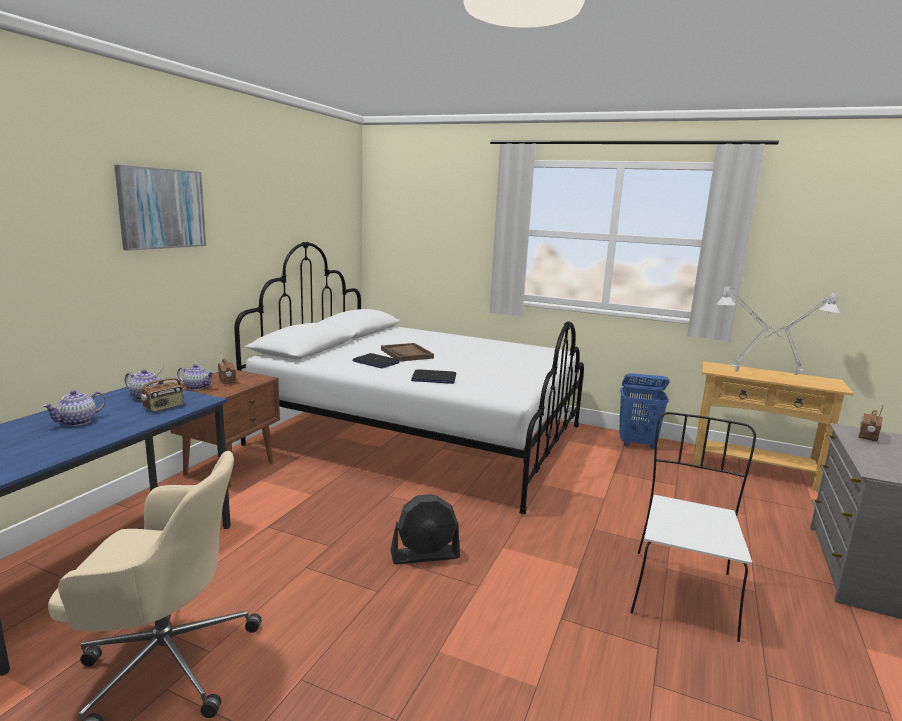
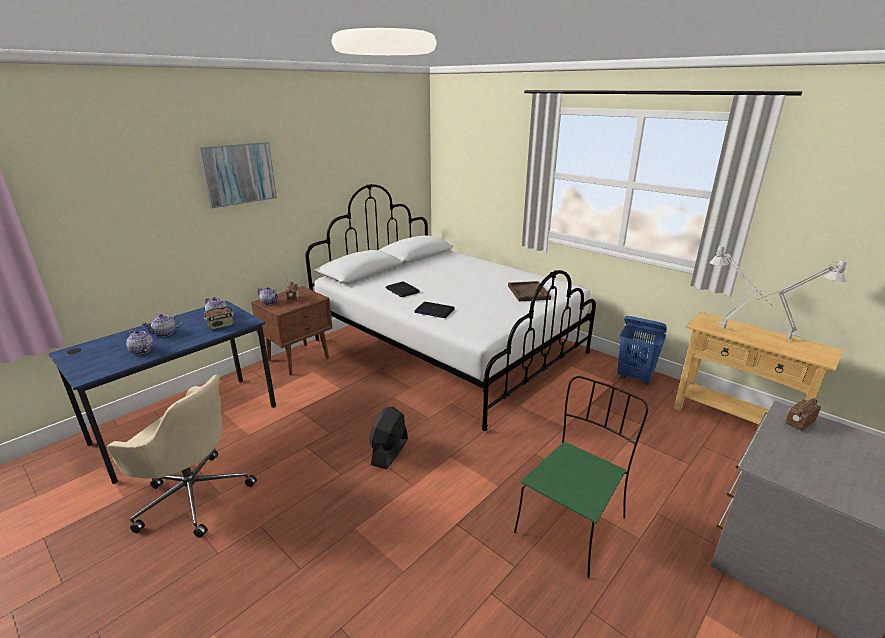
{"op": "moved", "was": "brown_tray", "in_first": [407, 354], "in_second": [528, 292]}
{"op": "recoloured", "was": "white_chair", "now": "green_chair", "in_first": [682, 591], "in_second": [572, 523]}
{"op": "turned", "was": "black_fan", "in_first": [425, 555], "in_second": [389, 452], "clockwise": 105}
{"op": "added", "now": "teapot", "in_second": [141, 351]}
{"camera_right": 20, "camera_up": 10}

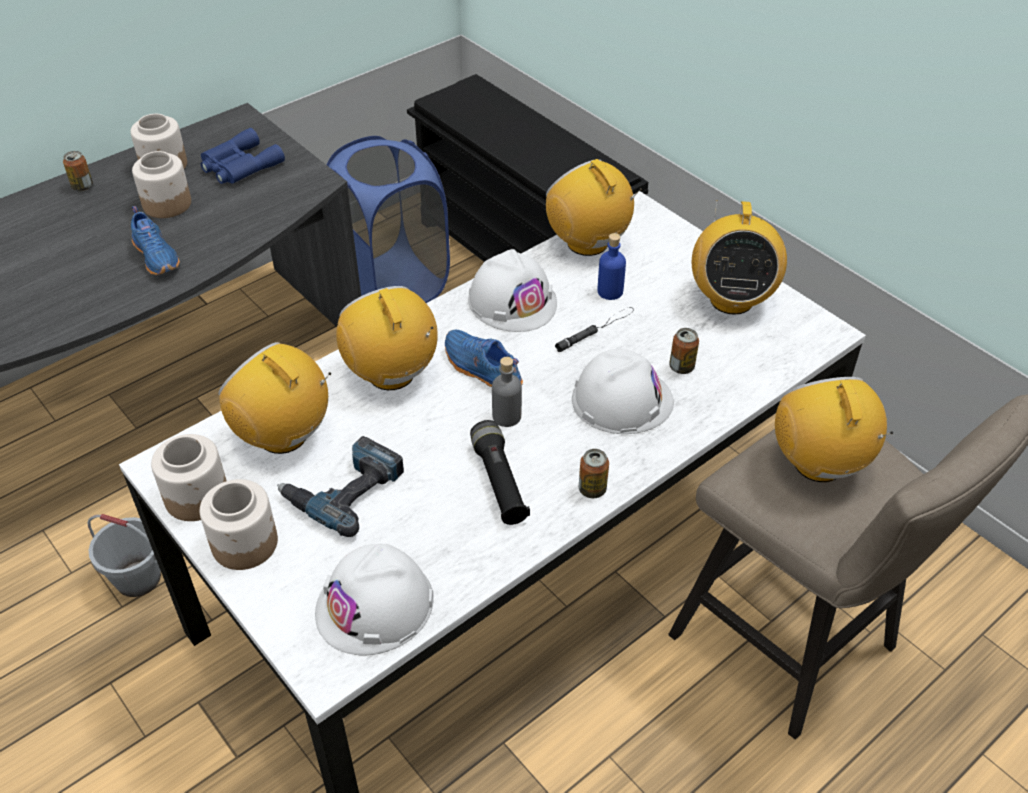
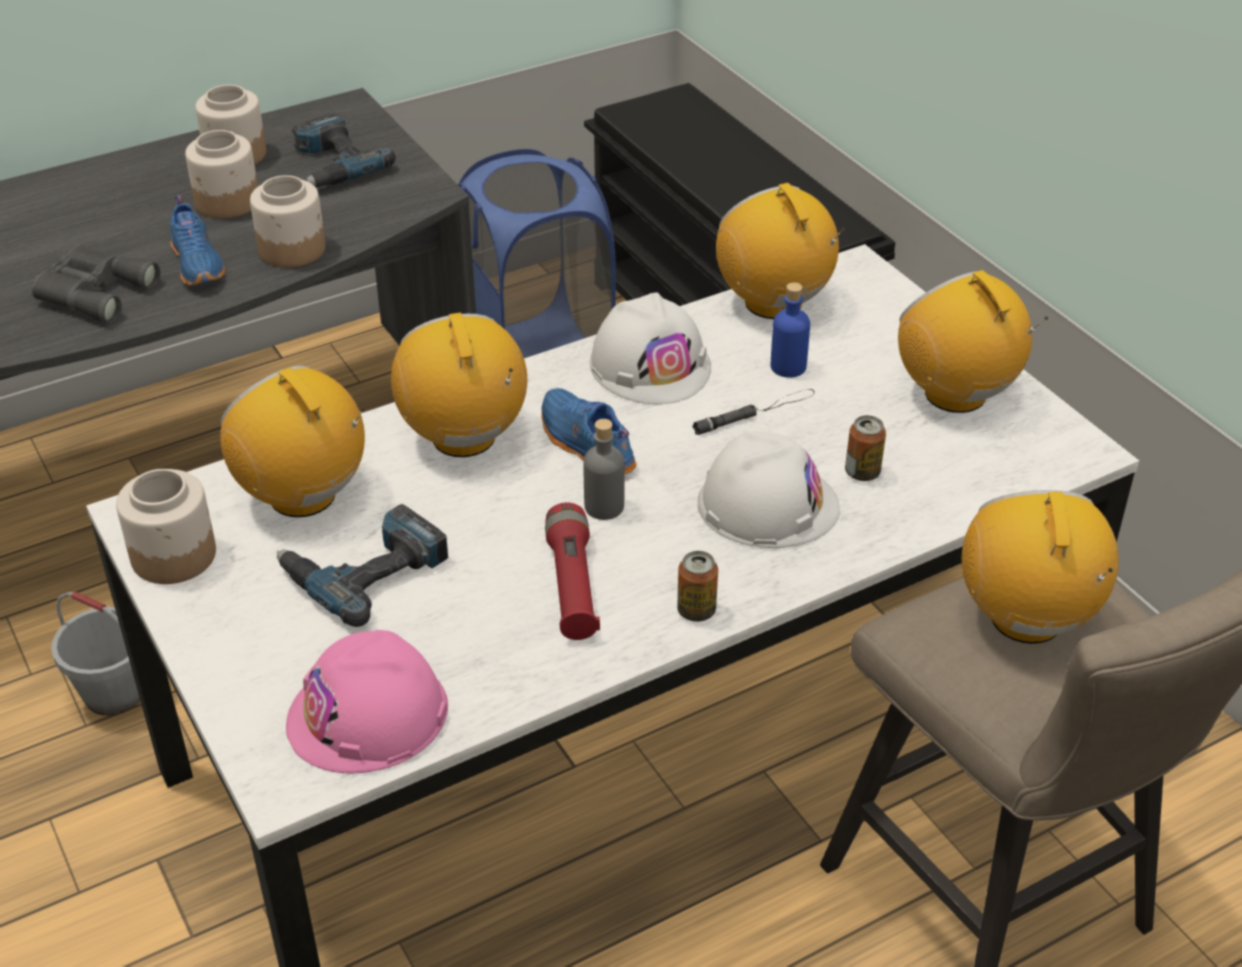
{"op": "replaced", "was": "blue_binoculars", "now": "power_drill", "in_first": [239, 166], "in_second": [332, 164]}
{"op": "removed", "was": "can", "in_first": [82, 187]}
{"op": "turned", "was": "radio", "in_first": [731, 299], "in_second": [956, 394], "clockwise": 135}
{"op": "recoloured", "was": "black_flashlight", "now": "red_flashlight", "in_first": [499, 482], "in_second": [572, 586]}
{"op": "moved", "was": "jar", "in_first": [245, 543], "in_second": [293, 249]}
{"op": "recoloured", "was": "white_hard_hat", "now": "pink_hard_hat", "in_first": [375, 606], "in_second": [368, 715]}
{"op": "added", "now": "grey_binoculars", "in_second": [92, 291]}
{"camera_right": 10, "camera_up": -5}

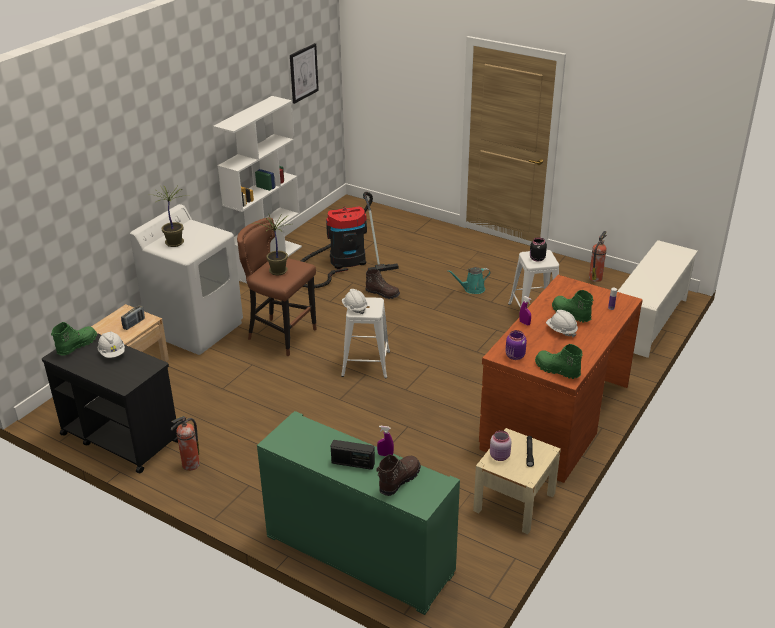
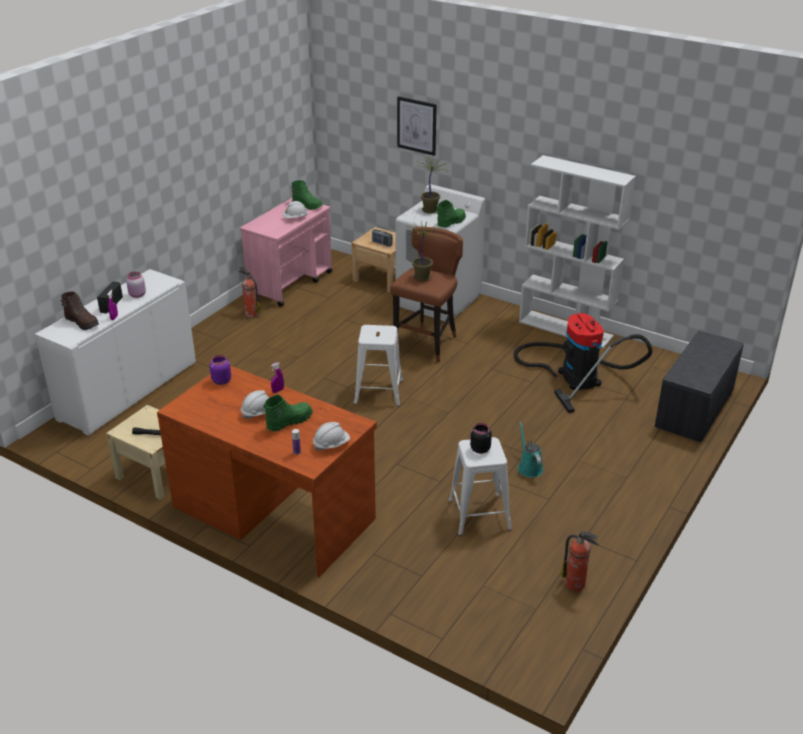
{"op": "moved", "was": "picture", "in_first": [303, 73], "in_second": [417, 125]}
{"op": "removed", "was": "white_shoe_rack", "in_first": [648, 322]}
{"op": "removed", "was": "brown_boot", "in_first": [383, 293]}
{"op": "moved", "was": "white_hard_hat", "in_first": [354, 308], "in_second": [331, 444]}
{"op": "recoloured", "was": "black_cart", "now": "pink_cart", "in_first": [120, 437], "in_second": [290, 283]}
{"op": "moved", "was": "green_boot", "in_first": [556, 370], "in_second": [450, 223]}
{"op": "recoloured", "was": "green_cabinet", "now": "white_cabinet", "in_first": [359, 554], "in_second": [128, 390]}
{"op": "moved", "was": "pink_jar", "in_first": [500, 456], "in_second": [137, 295]}
{"op": "added", "now": "grey_bench", "in_second": [695, 409]}
{"camera_right": 90, "camera_up": 0}

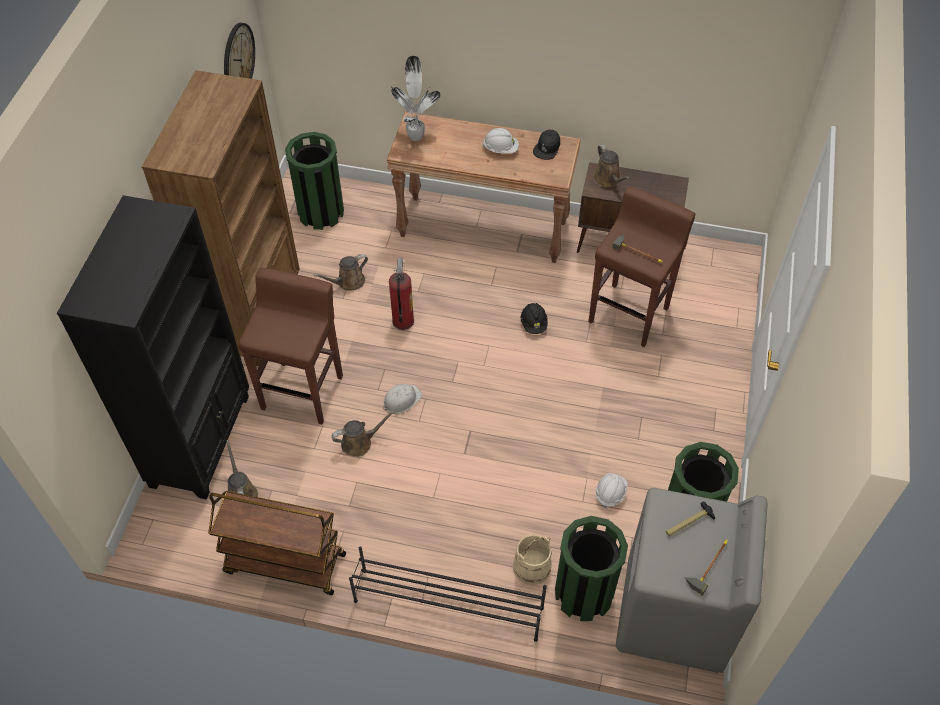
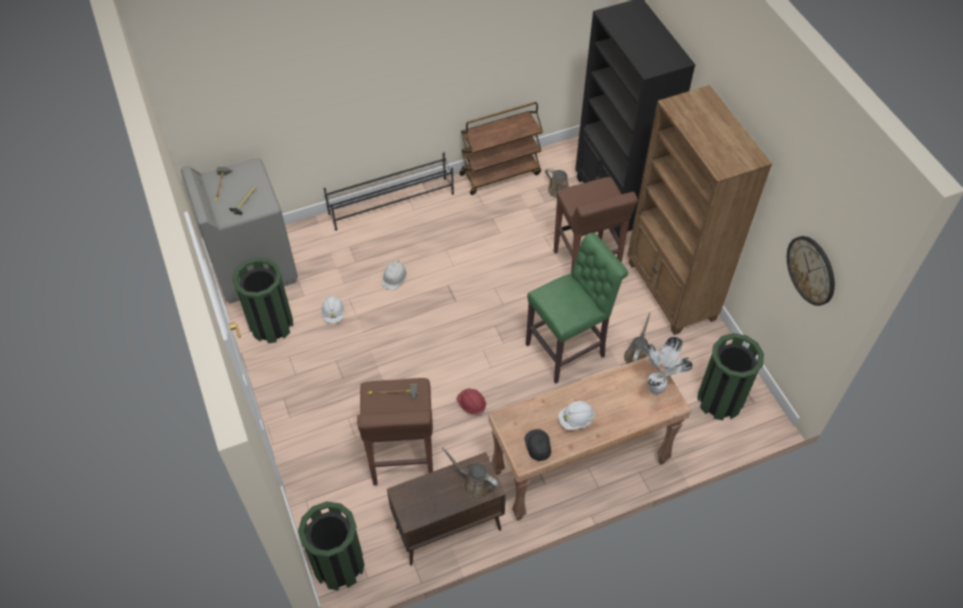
{"op": "replaced", "was": "fire_extinguisher", "now": "green_stool", "in_first": [403, 321], "in_second": [569, 349]}
{"op": "recoloured", "was": "black_hard_hat", "now": "red_hard_hat", "in_first": [534, 324], "in_second": [471, 405]}
{"op": "moved", "was": "white_hard_hat", "in_first": [401, 399], "in_second": [394, 277]}
{"op": "removed", "was": "brown_watering_can", "in_first": [359, 442]}
{"op": "moved", "was": "green_trash_can", "in_first": [584, 593], "in_second": [339, 565]}
{"op": "removed", "was": "beige_bucket", "in_first": [532, 567]}
{"camera_right": 145, "camera_up": 0}

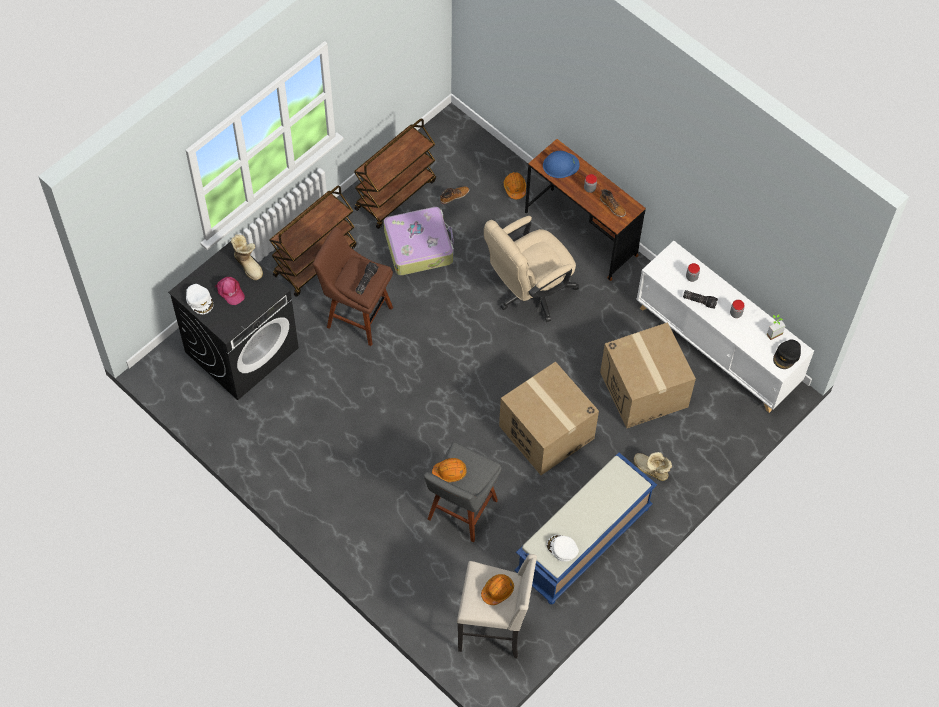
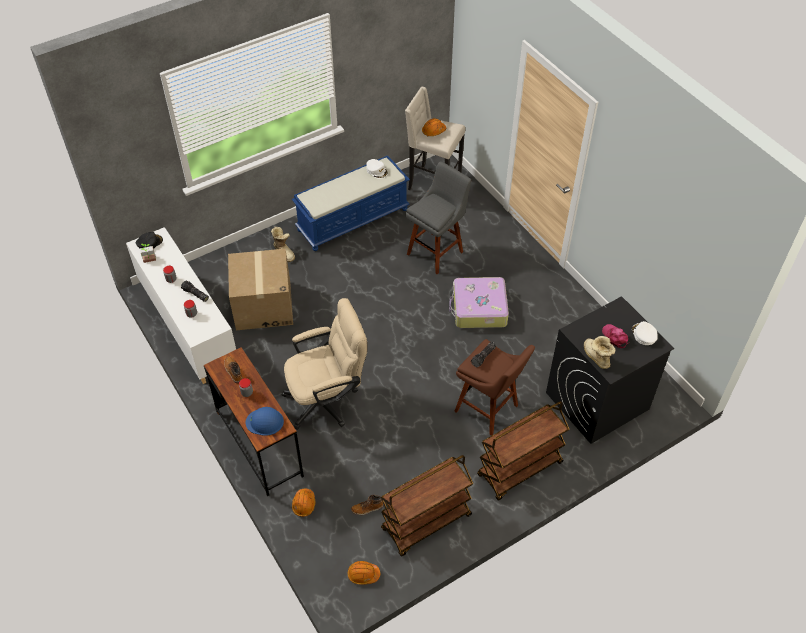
{"op": "moved", "was": "suitcase", "in_first": [419, 246], "in_second": [478, 309]}
{"op": "removed", "was": "cardboard_box", "in_first": [546, 432]}
{"op": "moved", "was": "orange_hard_hat", "in_first": [449, 472], "in_second": [363, 574]}
{"camera_right": -165, "camera_up": -10}

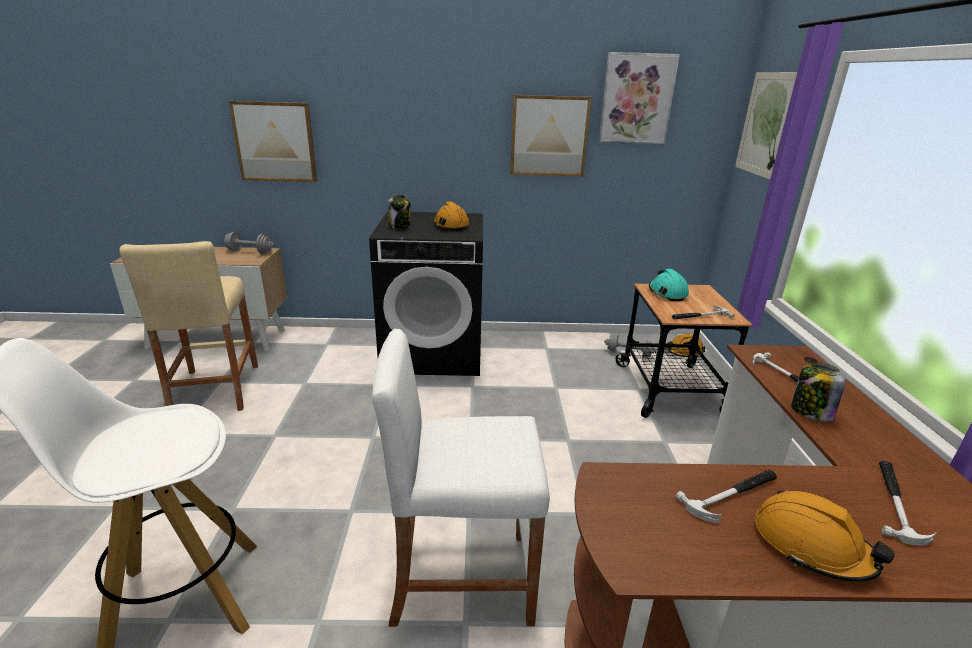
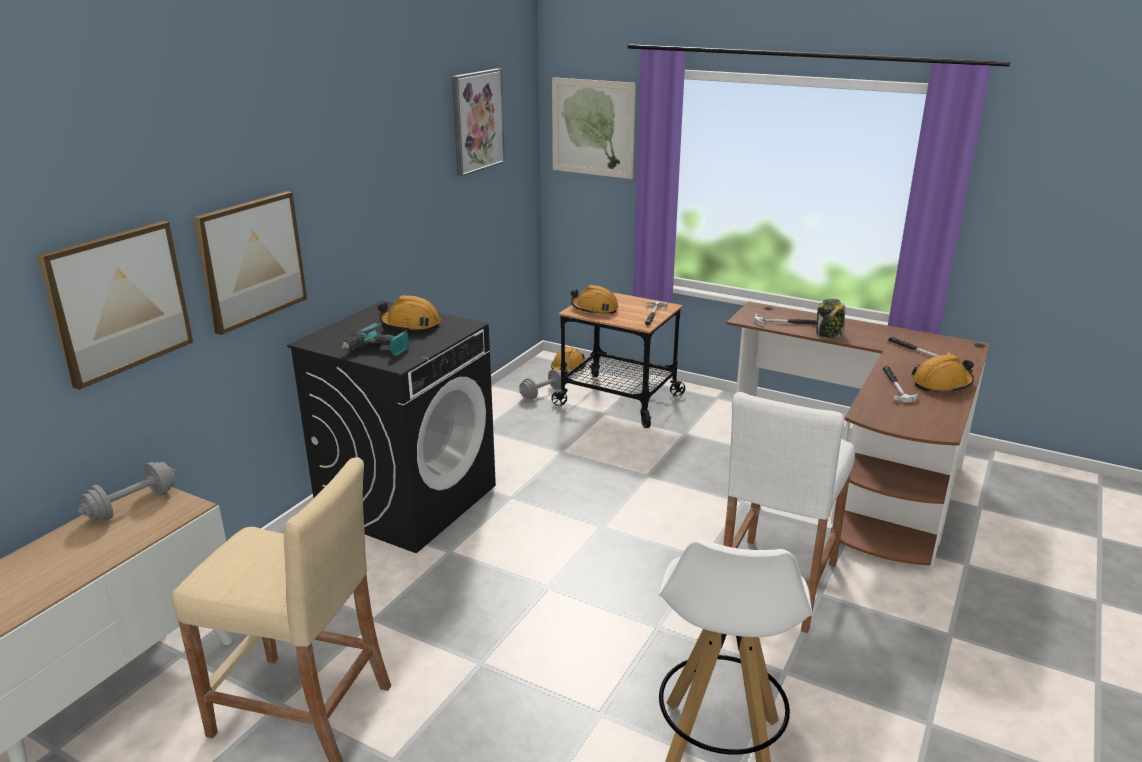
{"op": "moved", "was": "picture", "in_first": [549, 136], "in_second": [251, 260]}
{"op": "replaced", "was": "jar", "now": "power_drill", "in_first": [400, 226], "in_second": [377, 350]}
{"op": "recoloured", "was": "turquoise_hard_hat", "now": "orange_hard_hat", "in_first": [667, 292], "in_second": [594, 309]}
{"camera_right": -60, "camera_up": 0}

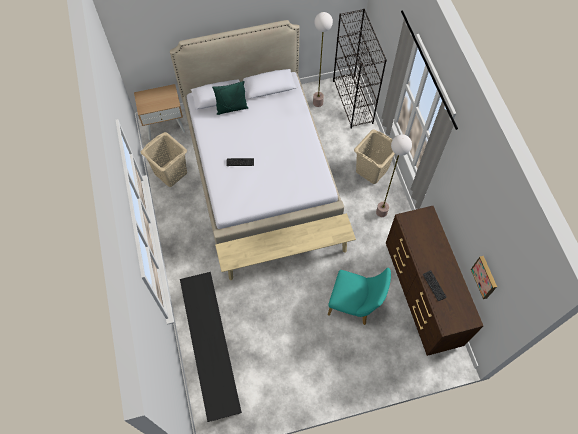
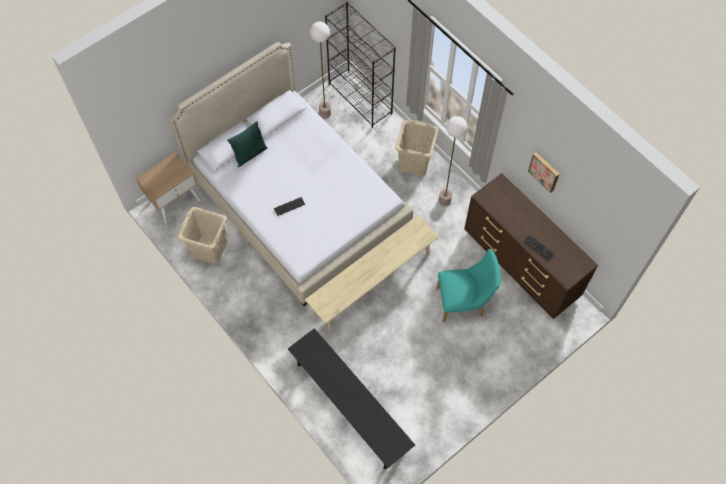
{"op": "moved", "was": "picture", "in_first": [485, 277], "in_second": [544, 171]}
{"camera_right": -25, "camera_up": 0}

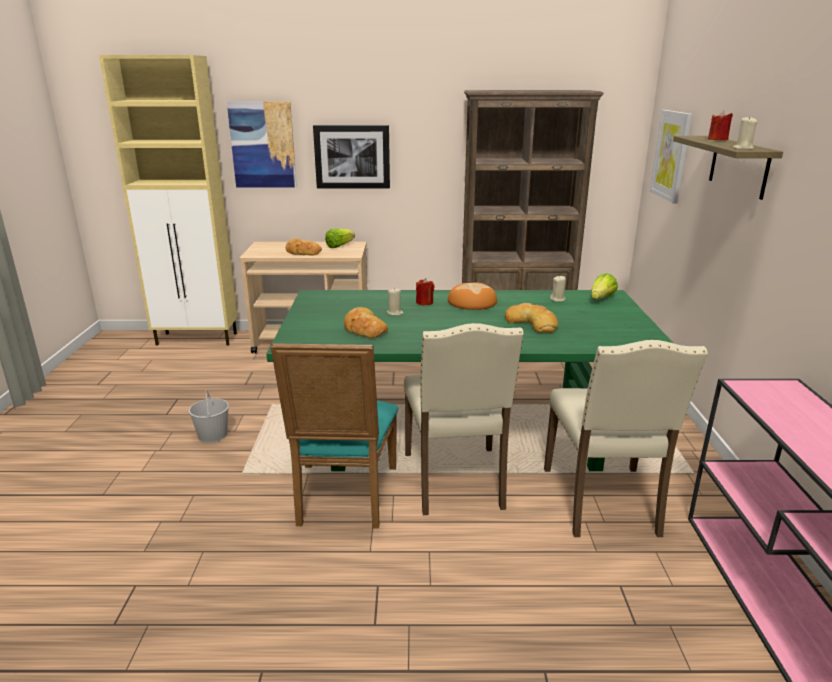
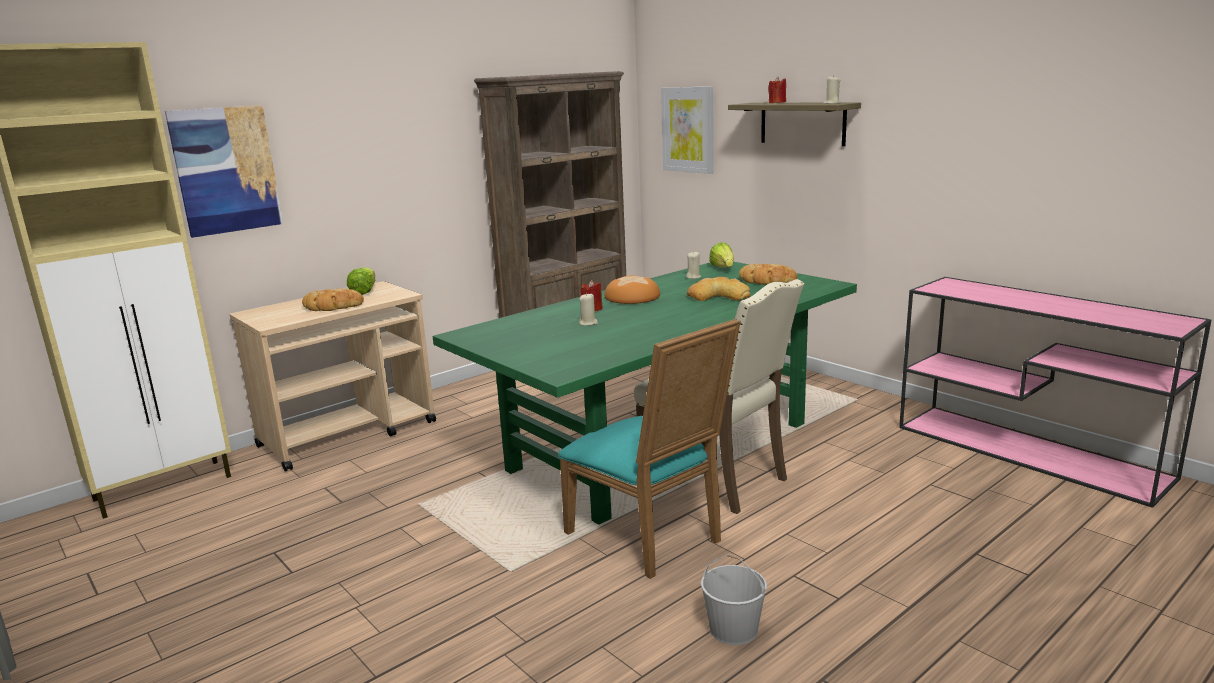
{"op": "removed", "was": "picture", "in_first": [352, 157]}
{"op": "moved", "was": "bread", "in_first": [364, 328], "in_second": [766, 281]}
{"op": "removed", "was": "beige_chair", "in_first": [603, 502]}
{"op": "moved", "was": "white_bucket", "in_first": [212, 434], "in_second": [732, 629]}
{"camera_right": -40, "camera_up": -5}

